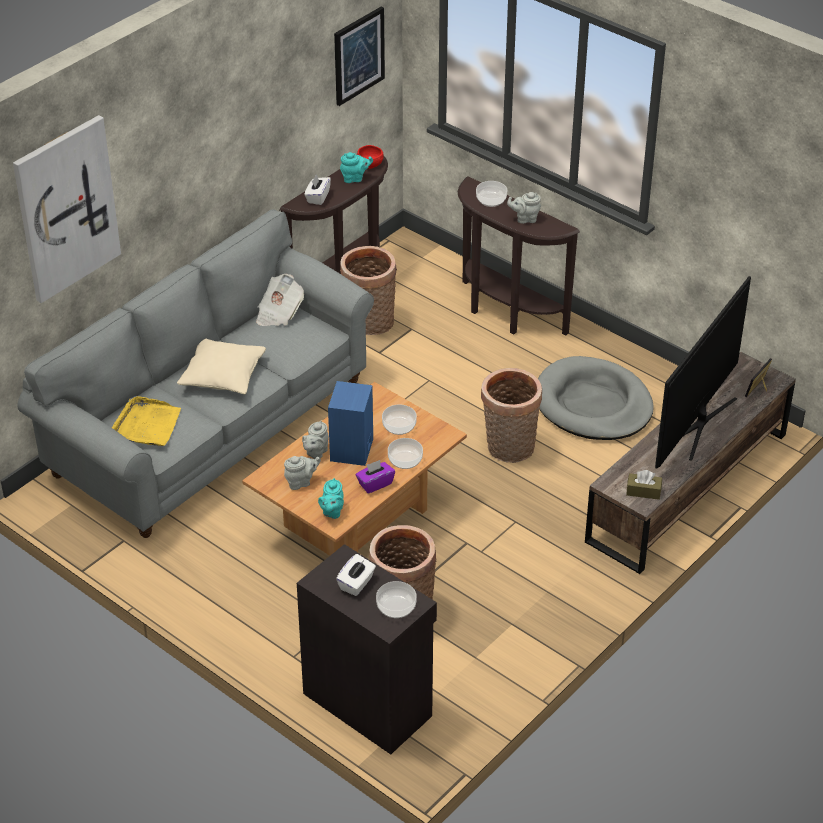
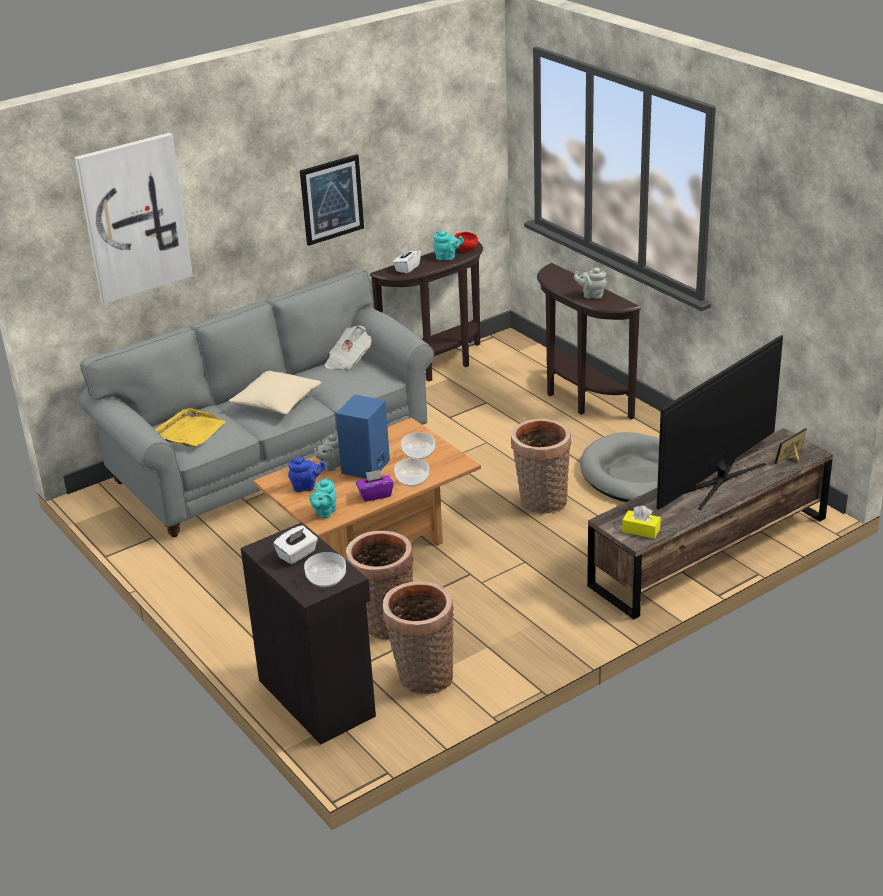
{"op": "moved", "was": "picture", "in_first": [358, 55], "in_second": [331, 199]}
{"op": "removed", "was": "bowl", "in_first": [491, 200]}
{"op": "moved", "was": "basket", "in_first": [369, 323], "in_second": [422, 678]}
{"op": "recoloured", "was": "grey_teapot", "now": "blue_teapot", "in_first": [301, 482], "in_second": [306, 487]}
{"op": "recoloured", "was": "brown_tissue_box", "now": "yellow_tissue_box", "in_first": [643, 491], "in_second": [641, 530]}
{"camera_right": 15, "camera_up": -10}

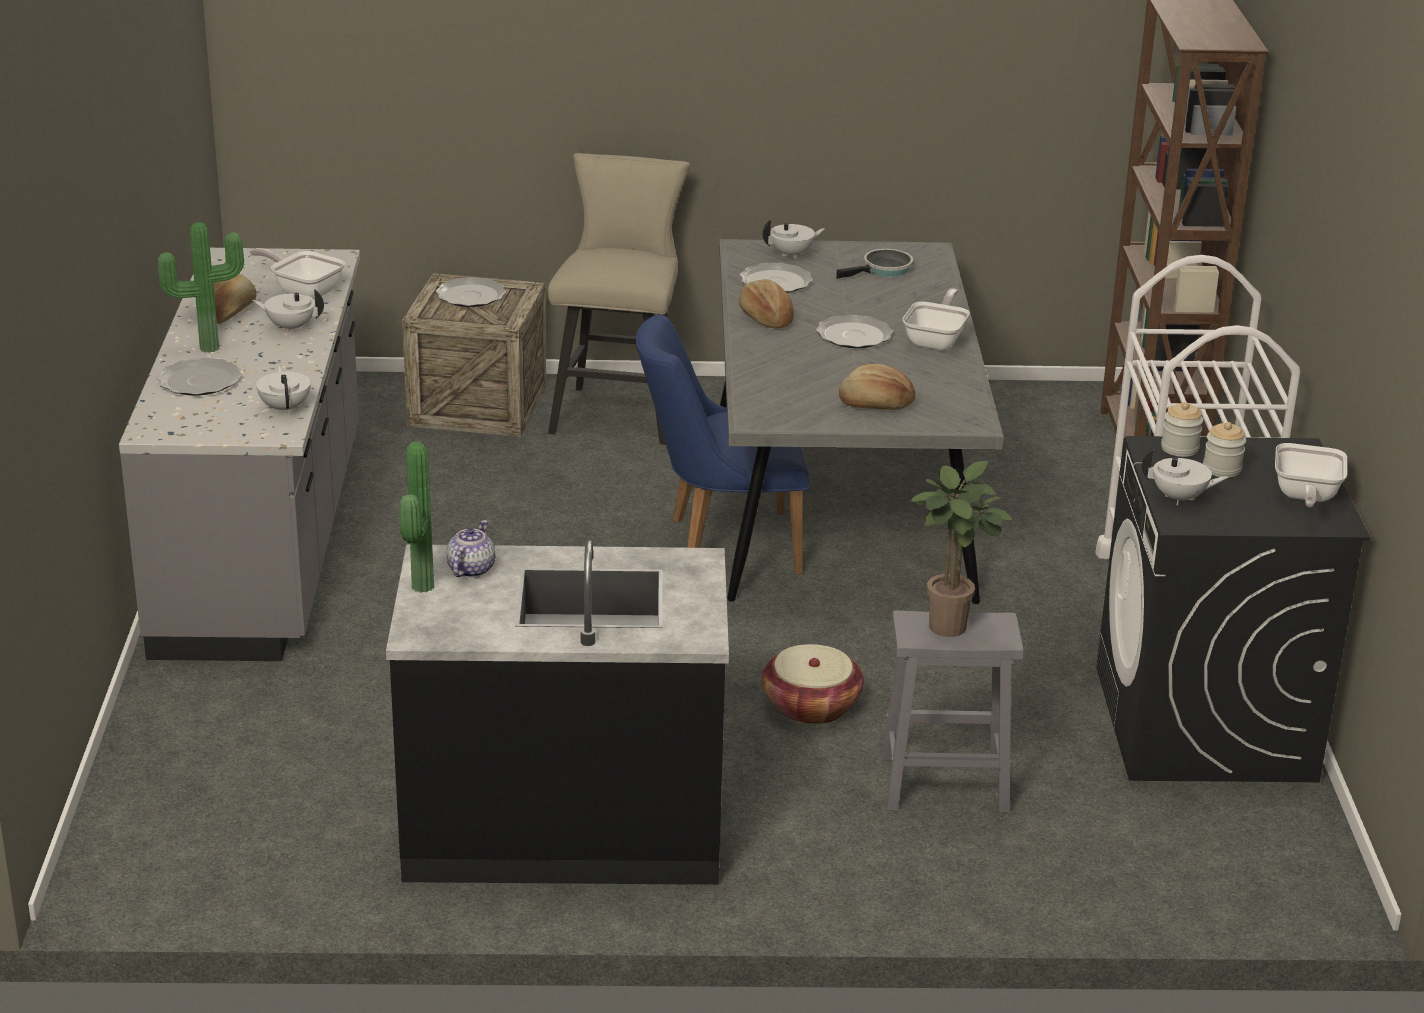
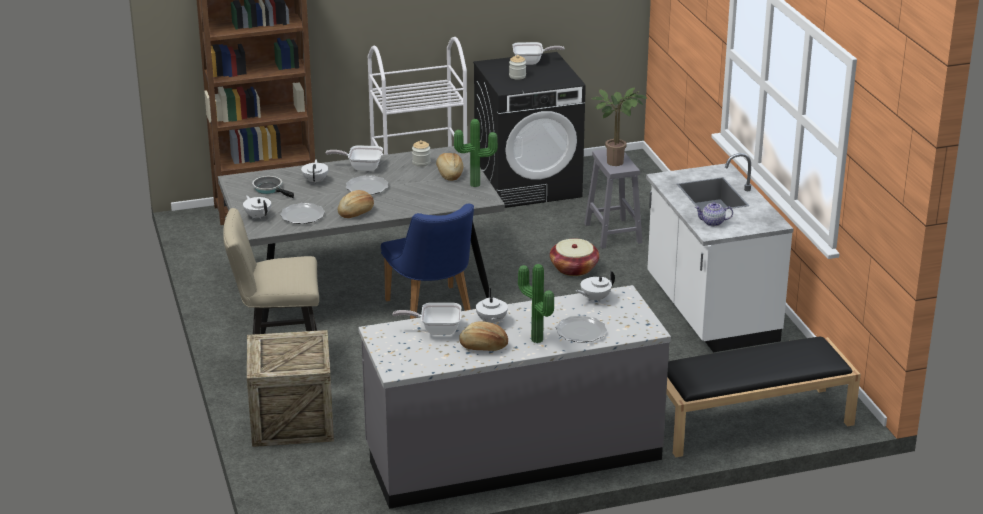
{"op": "turned", "was": "frying_pan", "in_first": [303, 291], "in_second": [436, 329], "clockwise": 75}
{"op": "removed", "was": "plate", "in_first": [470, 295]}
{"op": "moved", "was": "jar", "in_first": [1179, 448], "in_second": [421, 163]}
{"op": "moved", "was": "potted_plant", "in_first": [418, 587], "in_second": [476, 185]}
{"op": "moved", "was": "white_teapot", "in_first": [1179, 498], "in_second": [315, 181]}
{"op": "recoloured", "was": "black_counter", "now": "white_counter", "in_first": [564, 824], "in_second": [709, 311]}
{"op": "added", "now": "black_bench", "in_second": [750, 422]}
{"camera_right": -105, "camera_up": 0}

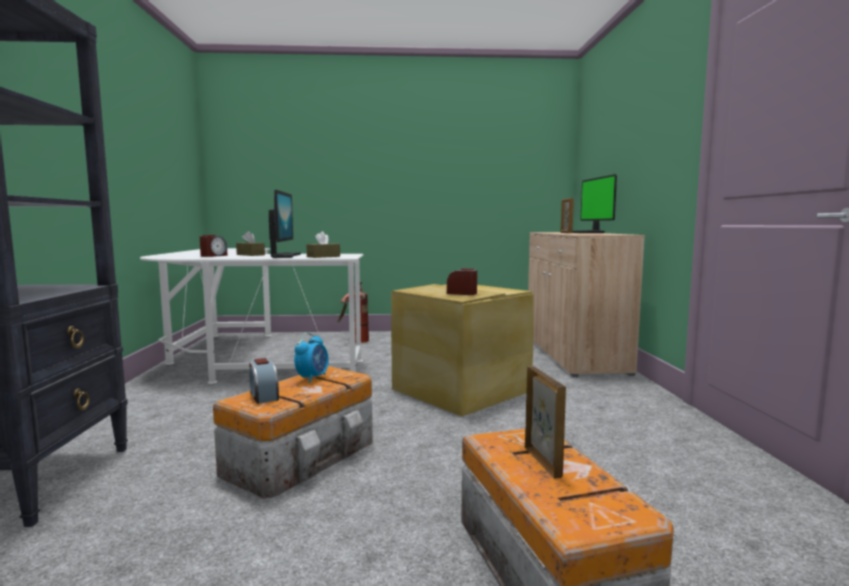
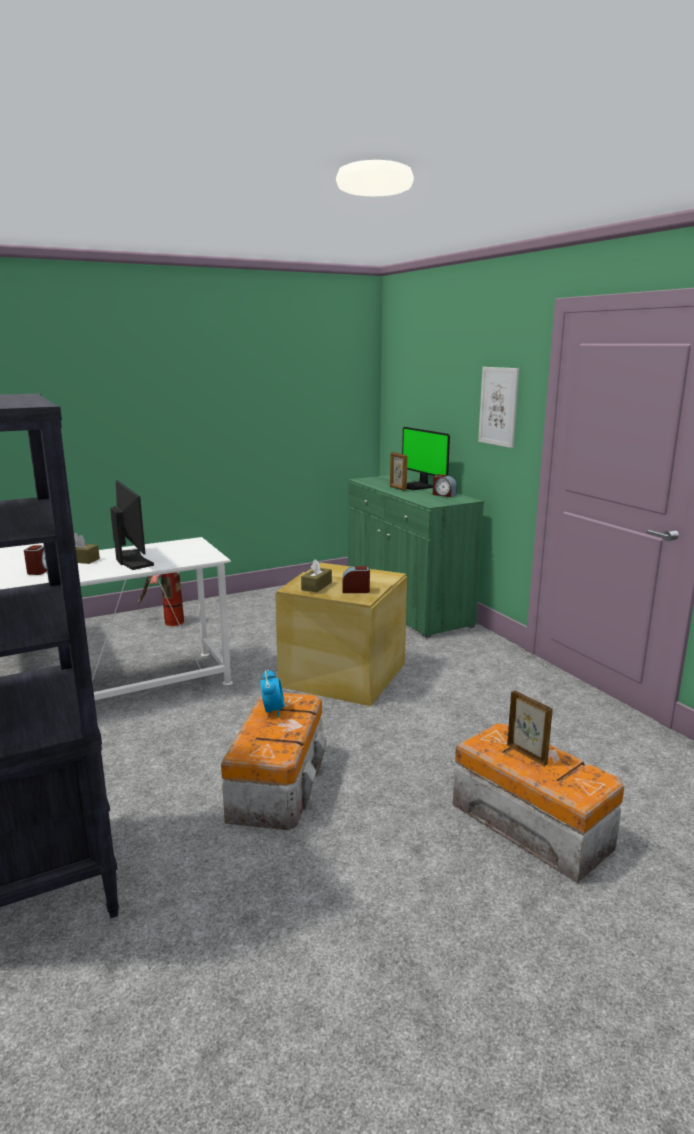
{"op": "moved", "was": "brown_tissue_box", "in_first": [323, 256], "in_second": [316, 586]}
{"op": "recoloured", "was": "beige_cabinet", "now": "green_cabinet", "in_first": [573, 354], "in_second": [407, 607]}
{"op": "moved", "was": "alarm_clock", "in_first": [263, 396], "in_second": [443, 495]}
{"op": "added", "now": "picture", "in_second": [498, 406]}
{"camera_right": -25, "camera_up": 10}

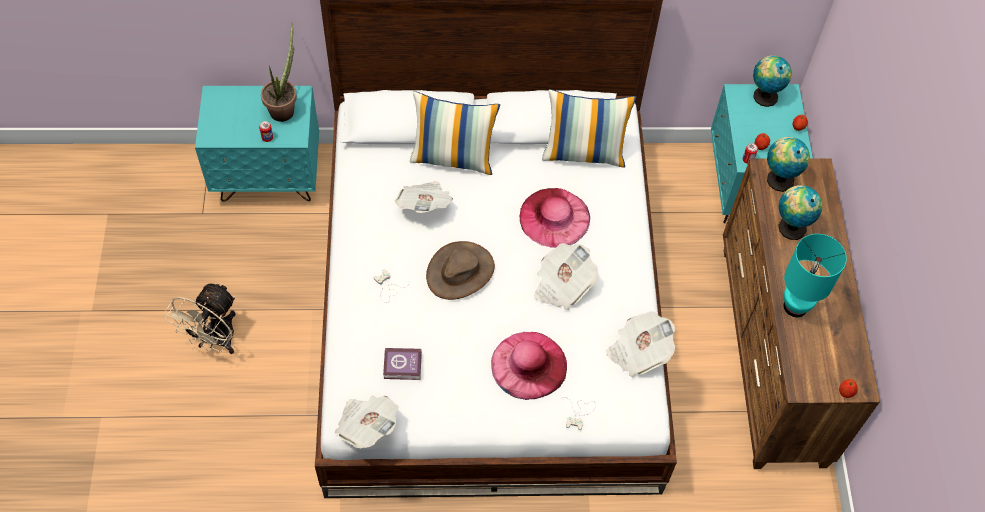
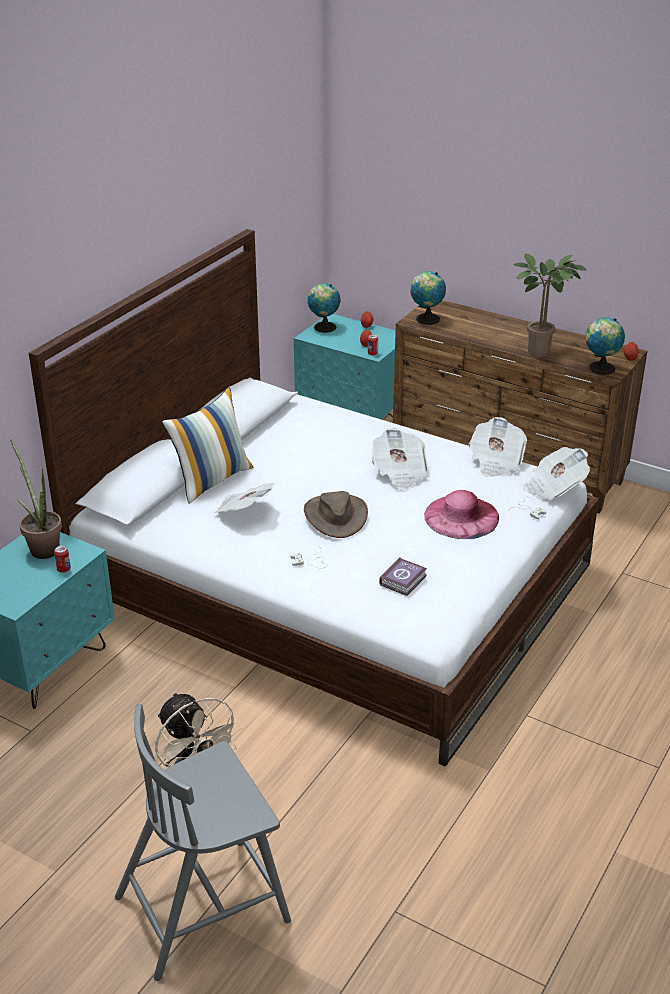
{"op": "removed", "was": "pillow", "in_first": [584, 152]}
{"op": "moved", "was": "globe", "in_first": [790, 227], "in_second": [600, 368]}
{"op": "removed", "was": "pink_hat", "in_first": [554, 217]}
{"op": "replaced", "was": "turquoise_table_lamp", "now": "potted_plant", "in_first": [796, 307], "in_second": [542, 351]}
{"op": "moved", "was": "newspaper", "in_first": [367, 426], "in_second": [554, 487]}
{"op": "added", "now": "grey_chair", "in_second": [205, 906]}
{"camera_right": -55, "camera_up": -25}

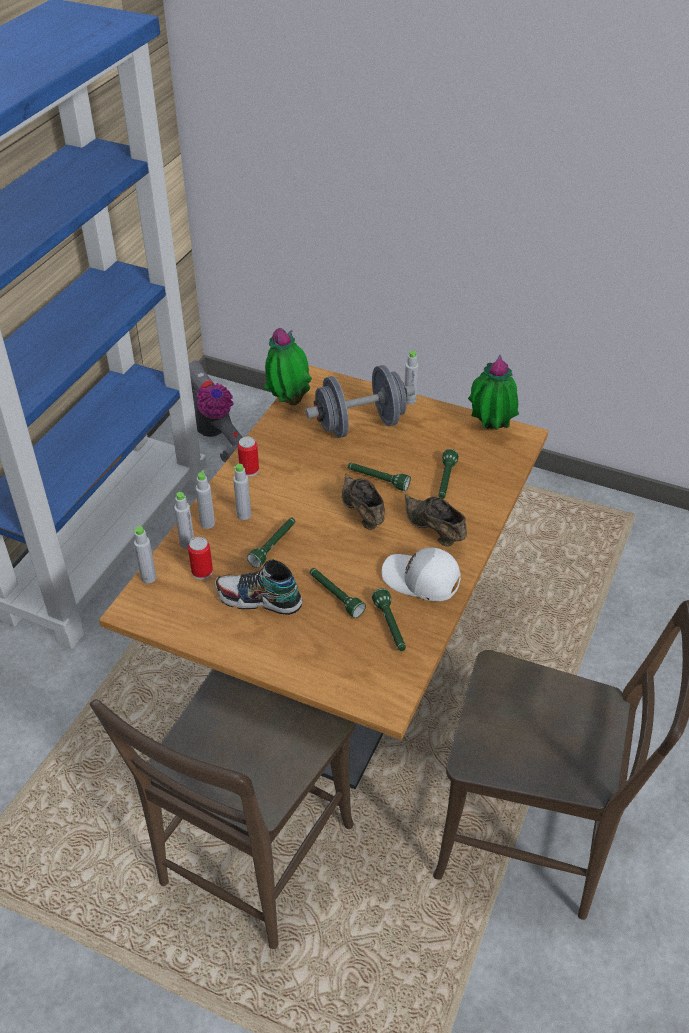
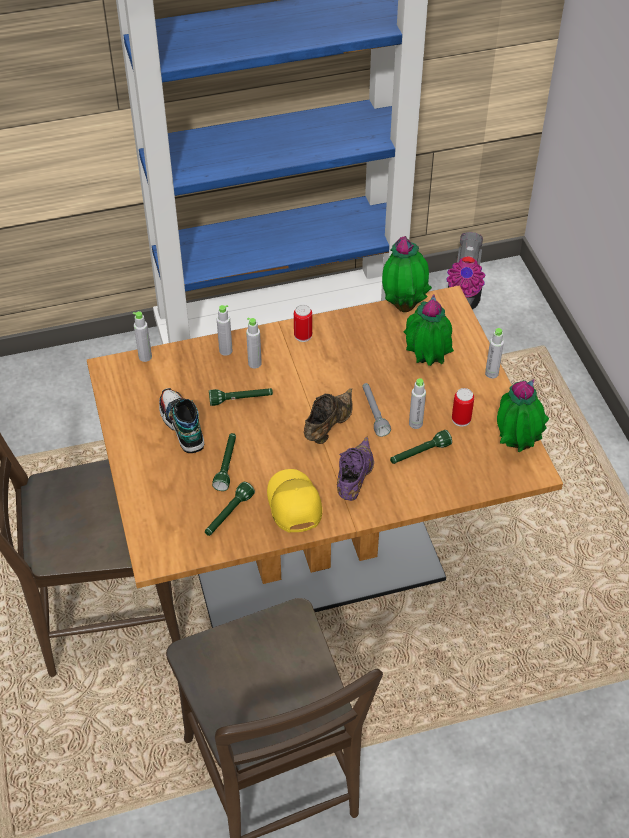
{"op": "replaced", "was": "grey_dumbbell", "now": "potted_plant", "in_first": [360, 425], "in_second": [425, 363]}
{"op": "recoloured", "was": "green_flashlight", "now": "grey_flashlight", "in_first": [377, 480], "in_second": [374, 413]}
{"op": "moved", "was": "grey_bottle", "in_first": [187, 543], "in_second": [415, 423]}
{"op": "recoloured", "was": "brown_shoe", "now": "purple_shoe", "in_first": [434, 531], "in_second": [354, 481]}
{"op": "moved", "was": "can", "in_first": [202, 572], "in_second": [461, 419]}
{"op": "recoloured", "was": "white_cap", "now": "yellow_cap", "in_first": [421, 580], "in_second": [293, 505]}
{"camera_right": 50, "camera_up": 5}

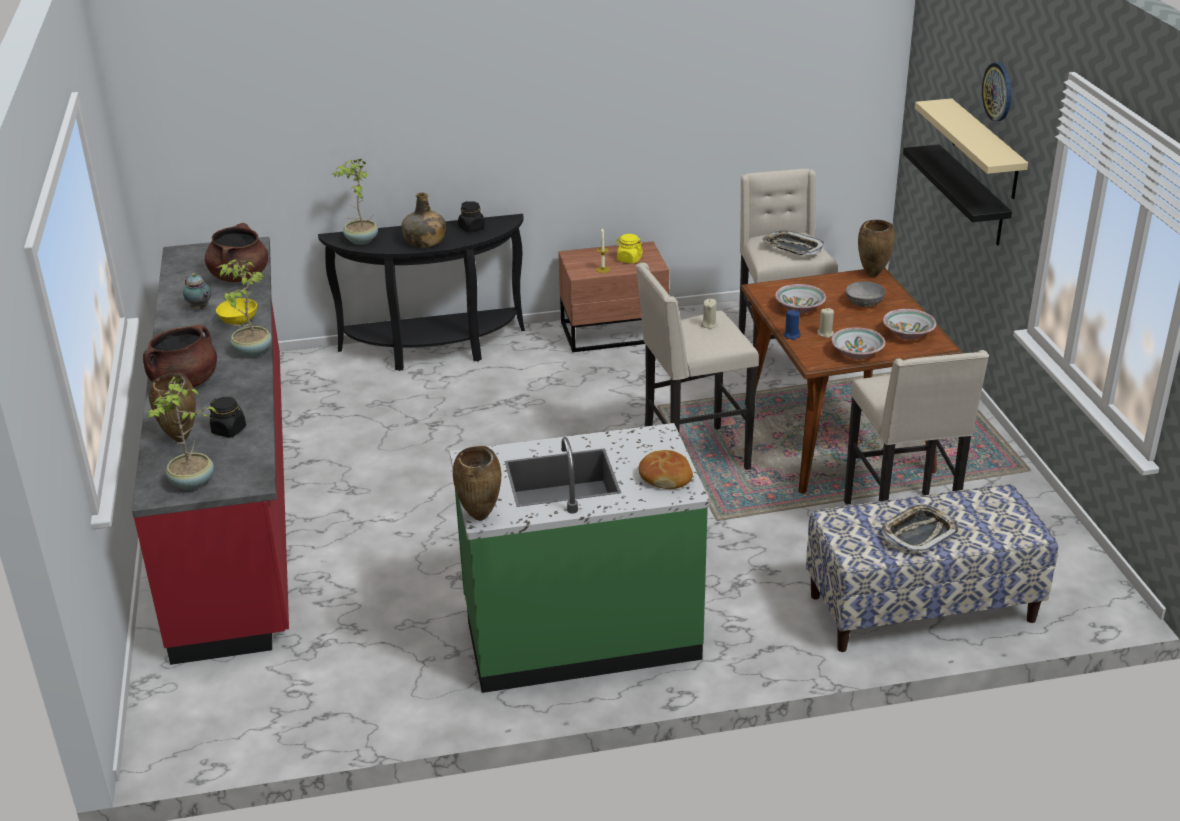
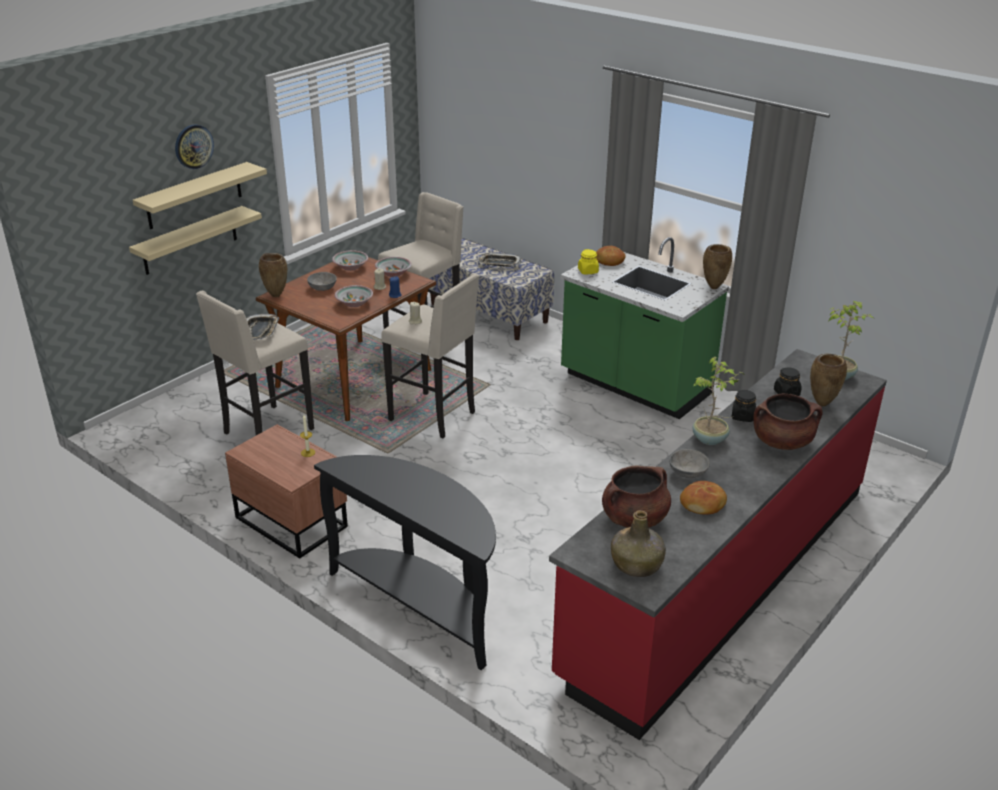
{"op": "recoloured", "was": "black_shelf", "now": "beige_shelf", "in_first": [971, 196], "in_second": [190, 241]}
{"op": "removed", "was": "potted_plant", "in_first": [360, 241]}
{"op": "moved", "was": "green_bottle", "in_first": [424, 242], "in_second": [637, 564]}
{"op": "moved", "was": "black_jar", "in_first": [472, 228], "in_second": [742, 416]}
{"op": "moved", "was": "yellow_jar", "in_first": [629, 259], "in_second": [588, 271]}
{"op": "replaced", "was": "teapot", "now": "bread", "in_first": [200, 308], "in_second": [703, 504]}
{"op": "recoloured", "was": "yellow_bowl", "now": "grey_bowl", "in_first": [239, 320], "in_second": [687, 472]}
{"camera_right": -130, "camera_up": 0}

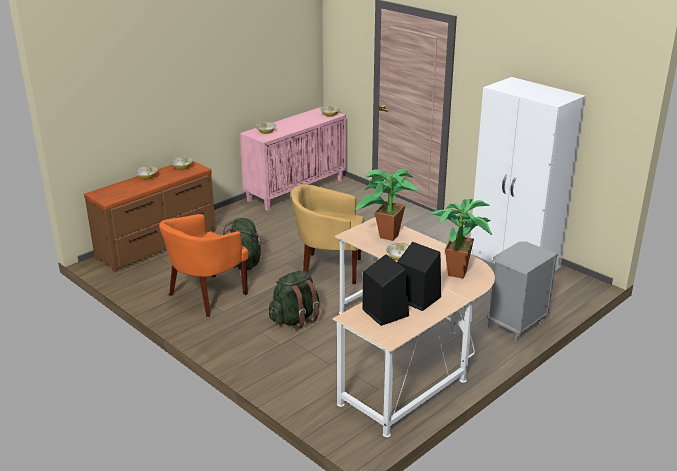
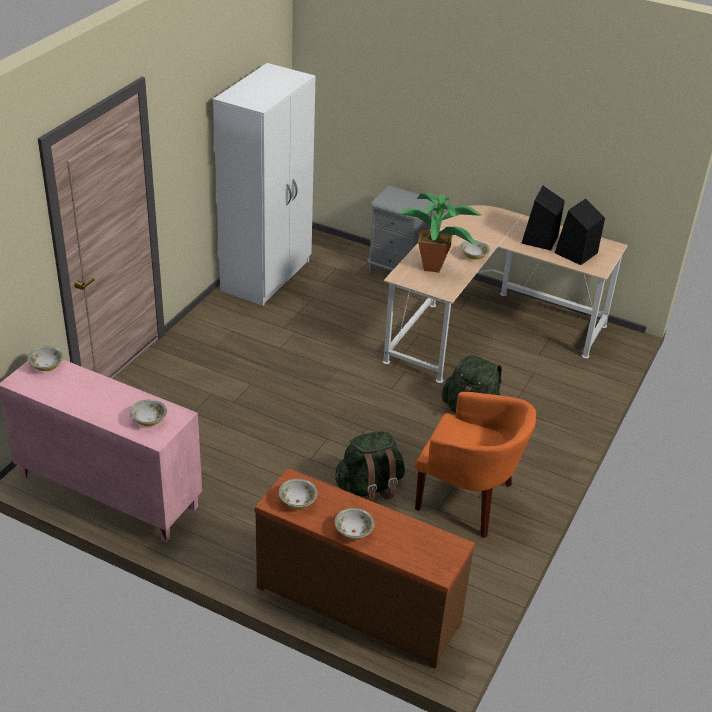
{"op": "removed", "was": "yellow_armchair", "in_first": [328, 269]}
{"op": "removed", "was": "potted_plant", "in_first": [460, 272]}
{"camera_right": -110, "camera_up": 10}

